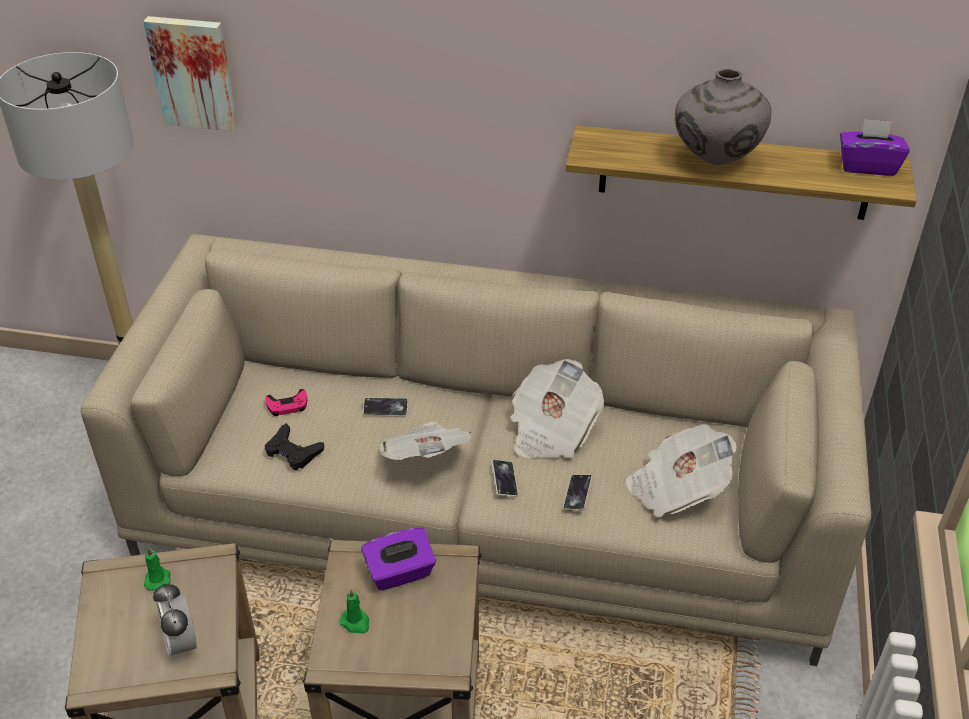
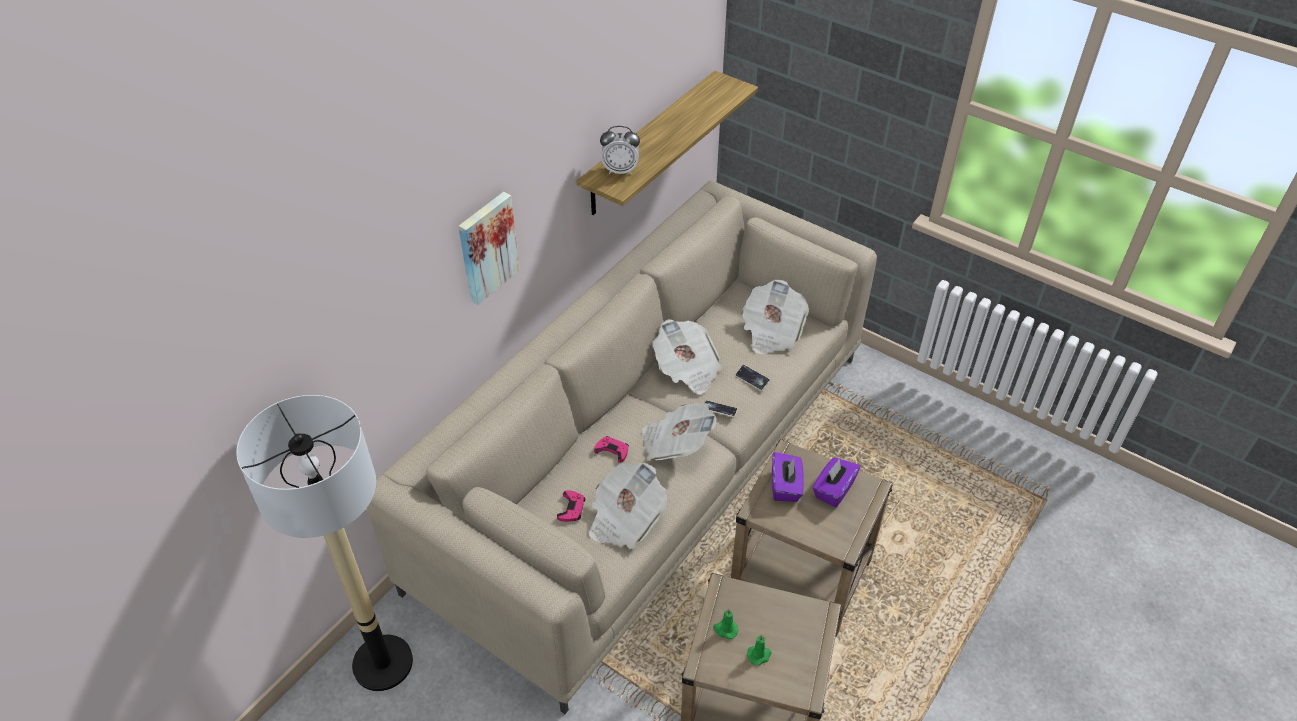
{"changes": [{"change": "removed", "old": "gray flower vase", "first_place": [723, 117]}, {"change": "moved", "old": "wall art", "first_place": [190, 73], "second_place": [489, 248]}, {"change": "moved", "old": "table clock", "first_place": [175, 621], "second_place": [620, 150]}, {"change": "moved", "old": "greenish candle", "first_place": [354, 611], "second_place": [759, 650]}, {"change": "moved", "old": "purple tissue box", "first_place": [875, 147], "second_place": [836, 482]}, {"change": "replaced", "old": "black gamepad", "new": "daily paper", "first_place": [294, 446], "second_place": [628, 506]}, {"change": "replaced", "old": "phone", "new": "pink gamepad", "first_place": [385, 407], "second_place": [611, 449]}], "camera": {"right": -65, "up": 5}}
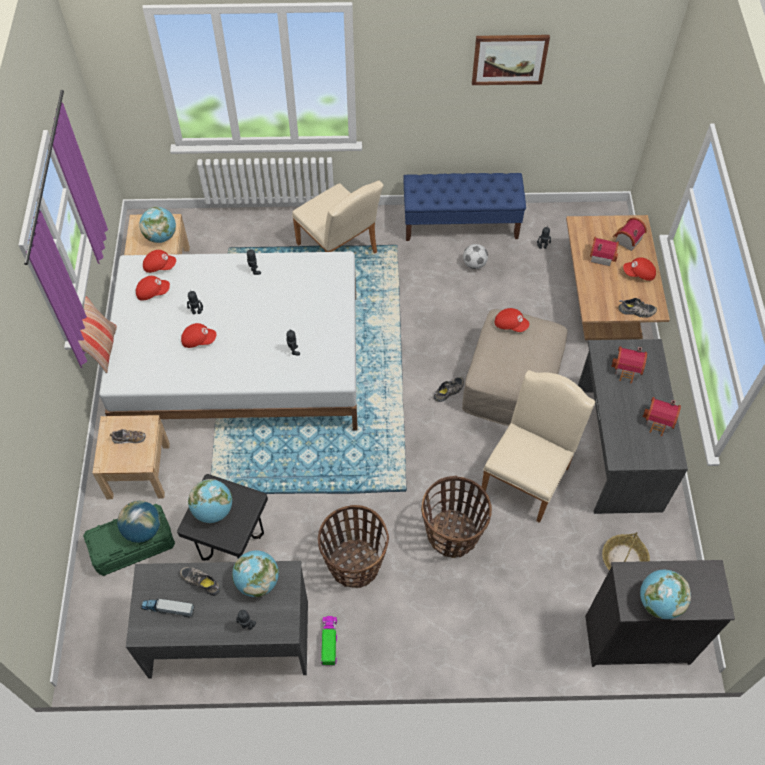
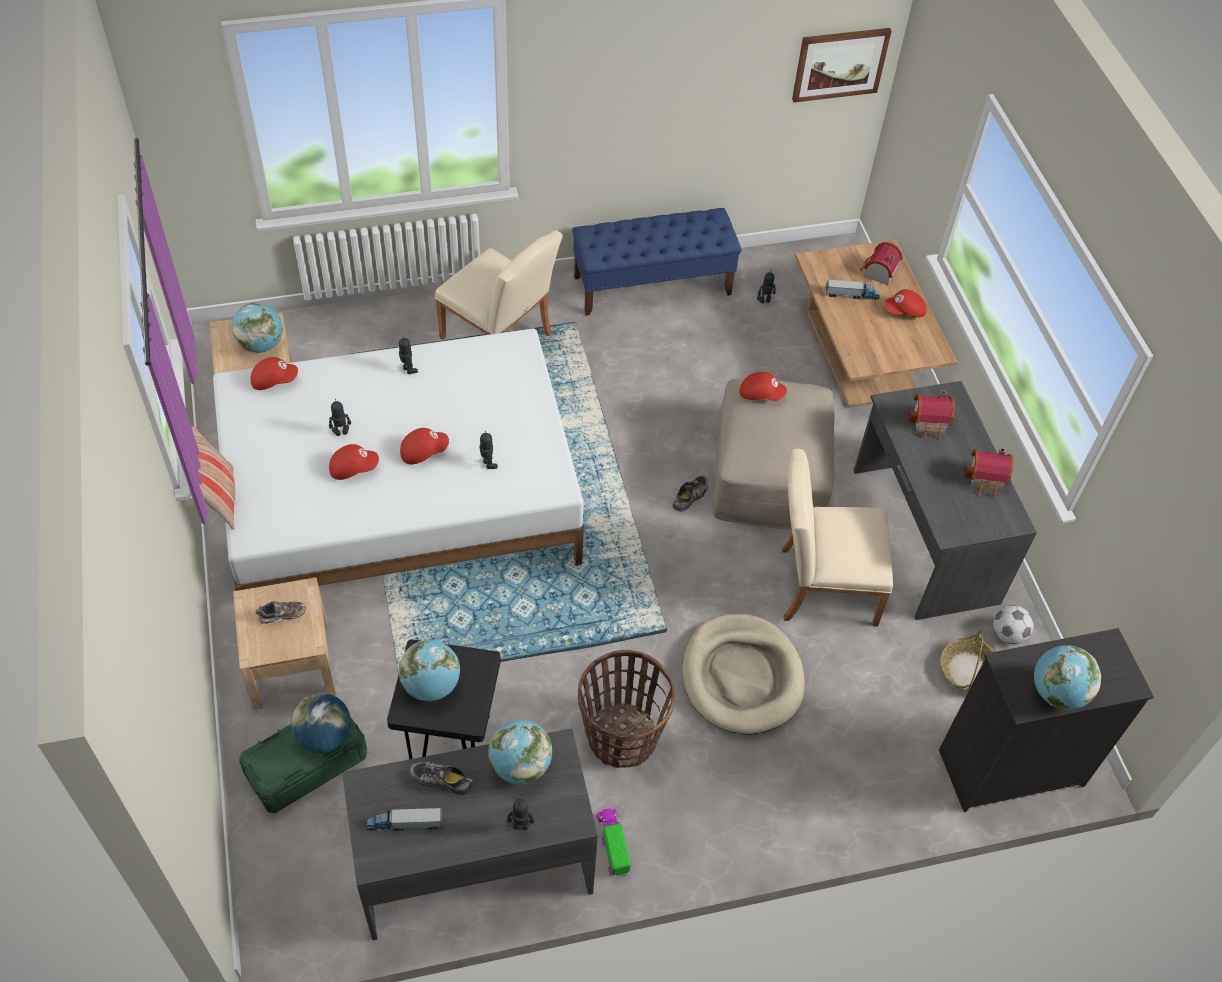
{"changes": [{"change": "removed", "old": "shoe", "first_place": [637, 308]}, {"change": "moved", "old": "reddish cap", "first_place": [153, 288], "second_place": [424, 446]}, {"change": "moved", "old": "football", "first_place": [475, 256], "second_place": [1013, 624]}, {"change": "moved", "old": "wall art", "first_place": [511, 60], "second_place": [842, 65]}, {"change": "replaced", "old": "storage basket", "new": "beige-coloured pet bed", "first_place": [456, 517], "second_place": [743, 674]}, {"change": "replaced", "old": "model house", "new": "toy lorry", "first_place": [604, 251], "second_place": [853, 289]}, {"change": "turned", "old": "beige-coloured upright chair", "first_place": [538, 446], "second_place": [837, 538], "degrees": -105}], "camera": {"right": -15, "up": -5}}
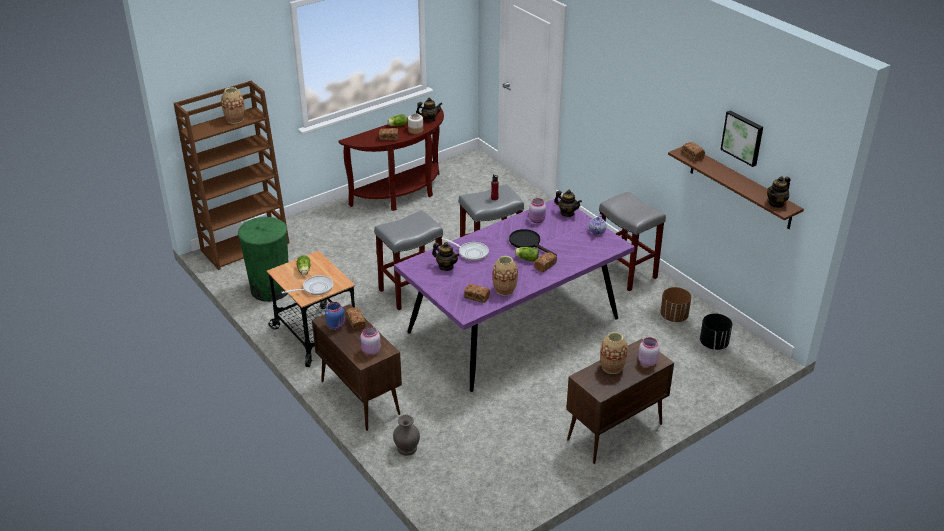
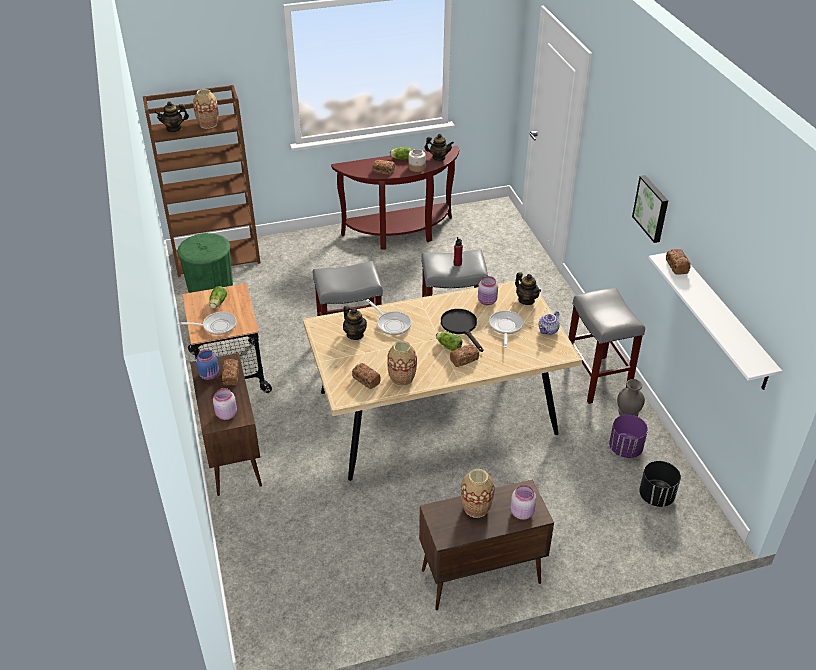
{"changes": [{"change": "added", "new": "skillet", "second_place": [506, 329]}, {"change": "moved", "old": "gray flower vase", "first_place": [406, 435], "second_place": [631, 397]}, {"change": "moved", "old": "wall art", "first_place": [741, 138], "second_place": [650, 209]}, {"change": "moved", "old": "teapot", "first_place": [779, 192], "second_place": [172, 116]}, {"change": "recoloured", "old": "purple dinner table", "new": "beige-coloured dinner table", "first_place": [514, 294], "second_place": [442, 380]}, {"change": "recoloured", "old": "brownish planter", "new": "purple planter", "first_place": [675, 304], "second_place": [628, 436]}, {"change": "recoloured", "old": "brownish shelf", "new": "white-coloured shelf", "first_place": [736, 188], "second_place": [715, 321]}], "camera": {"right": 20, "up": 5}}
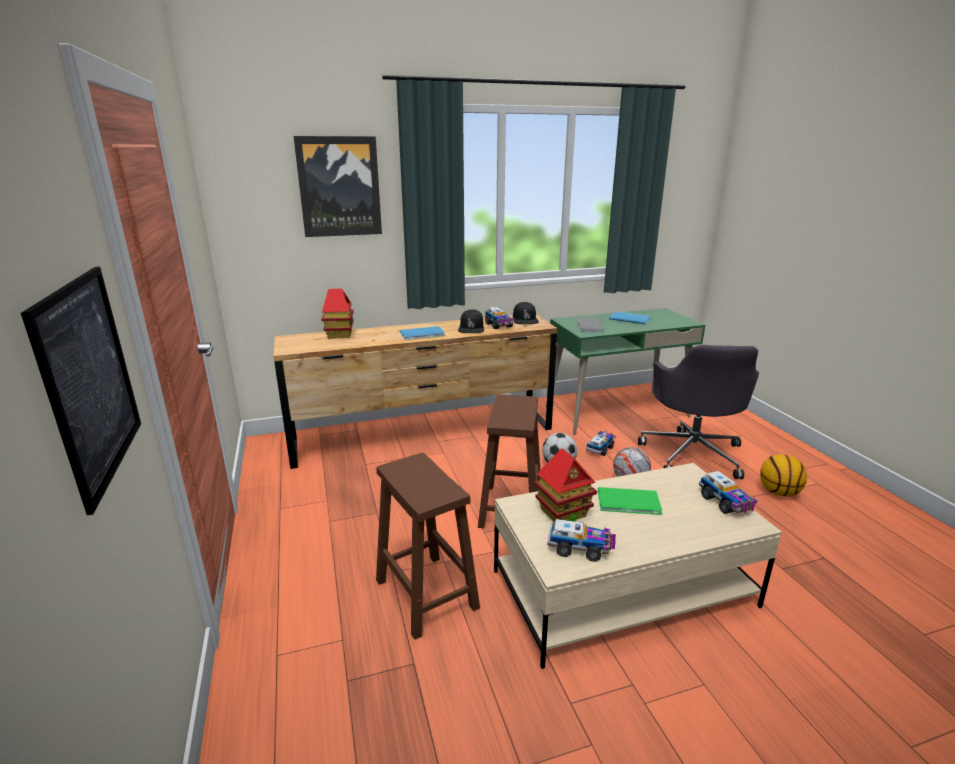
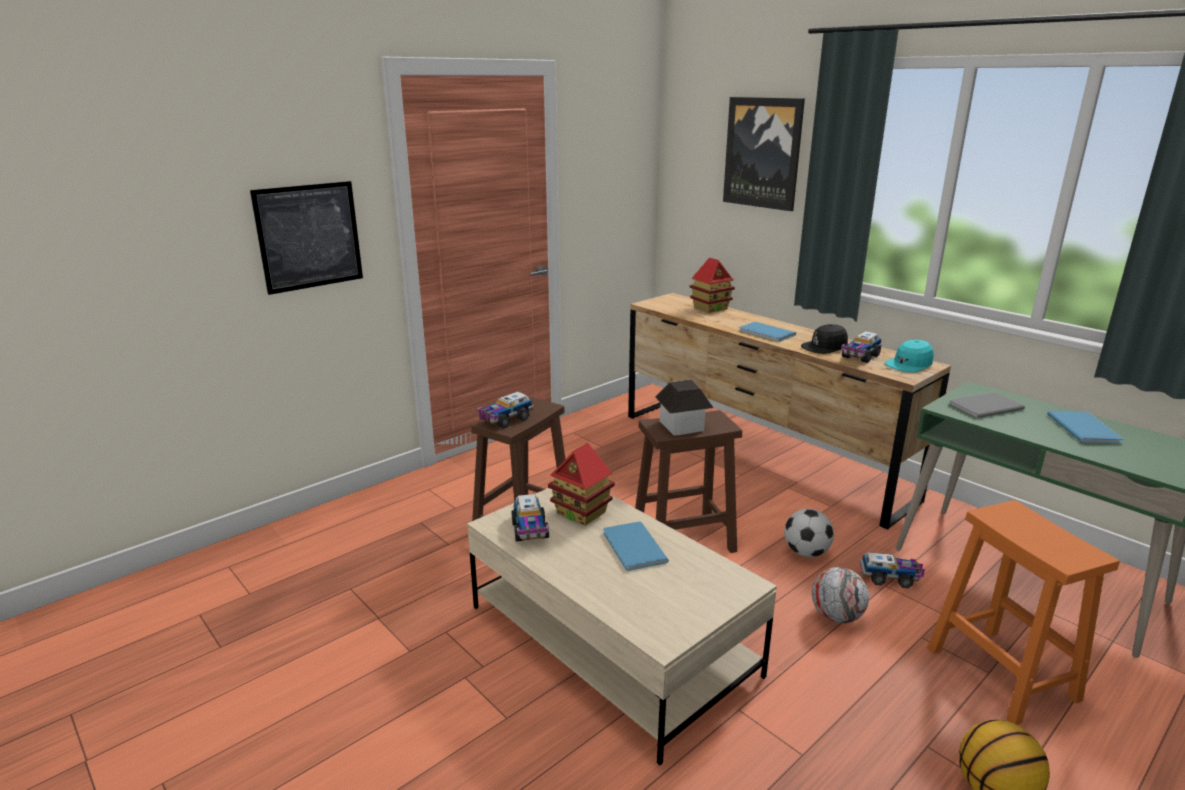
{"changes": [{"change": "added", "new": "model house", "second_place": [684, 407]}, {"change": "moved", "old": "toy lorry", "first_place": [728, 492], "second_place": [505, 410]}, {"change": "replaced", "old": "gray desk chair", "new": "orange-coloured sitting stool", "first_place": [698, 412], "second_place": [1023, 612]}, {"change": "recoloured", "old": "black cap", "new": "blue-green cap", "first_place": [526, 313], "second_place": [909, 356]}, {"change": "recoloured", "old": "greenish book", "new": "blue book", "first_place": [630, 501], "second_place": [636, 546]}], "camera": {"right": 65, "up": 0}}
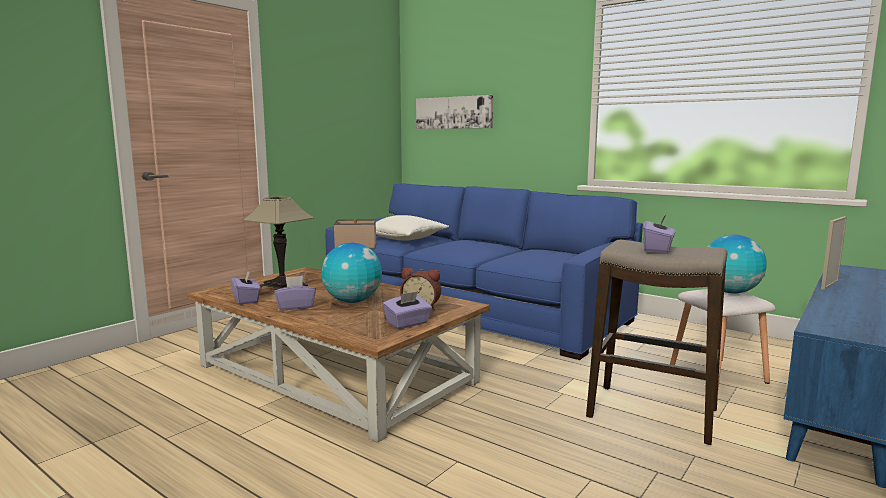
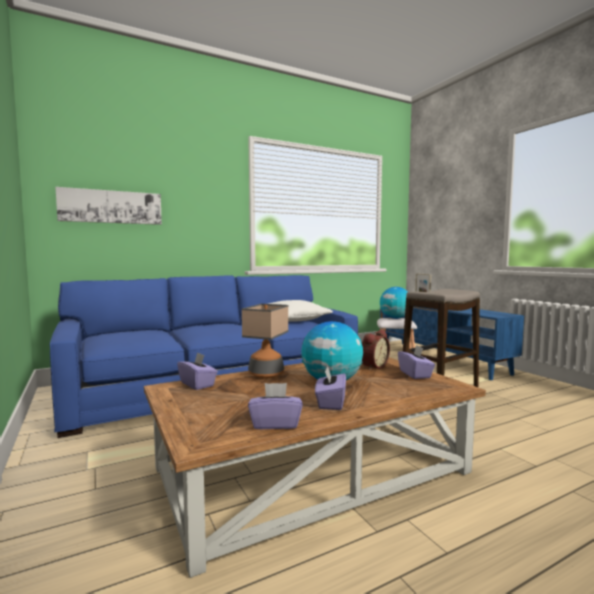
{"changes": [{"change": "removed", "old": "lamp for a table", "first_place": [278, 242]}, {"change": "moved", "old": "white-coloured throw pillow", "first_place": [412, 228], "second_place": [300, 311]}, {"change": "moved", "old": "purple tissue box", "first_place": [659, 234], "second_place": [197, 371]}], "camera": {"right": -65, "up": -5}}
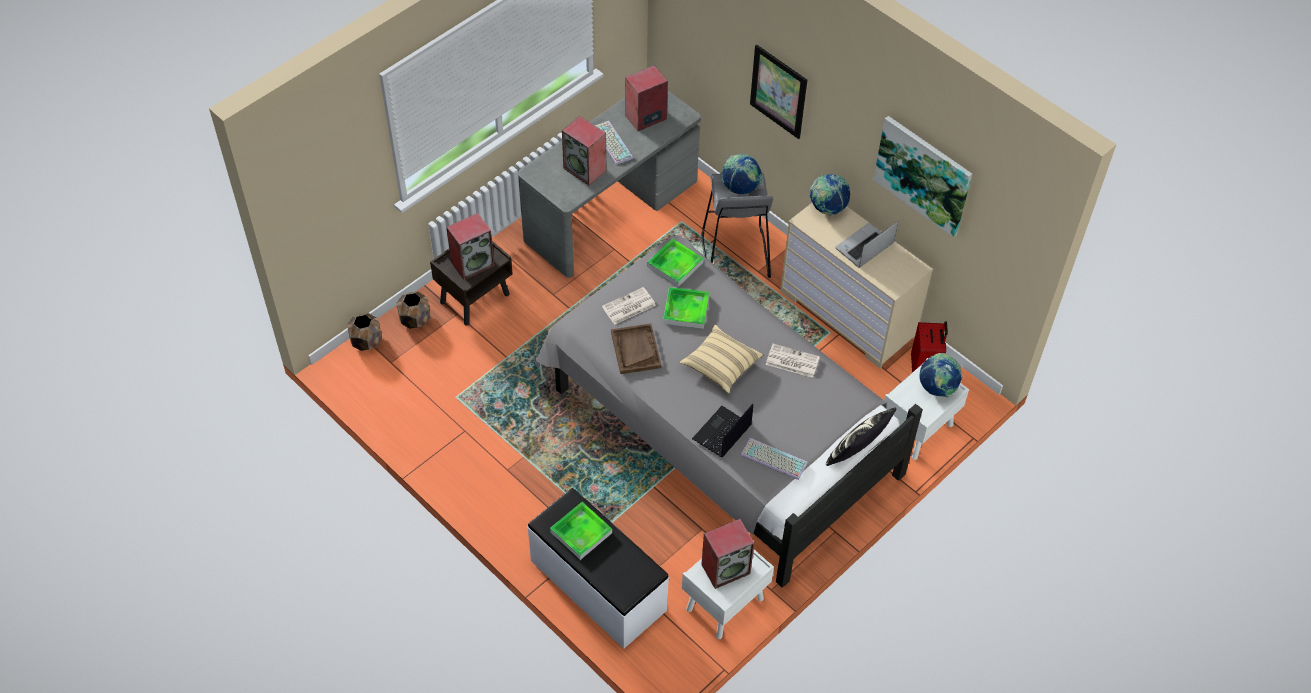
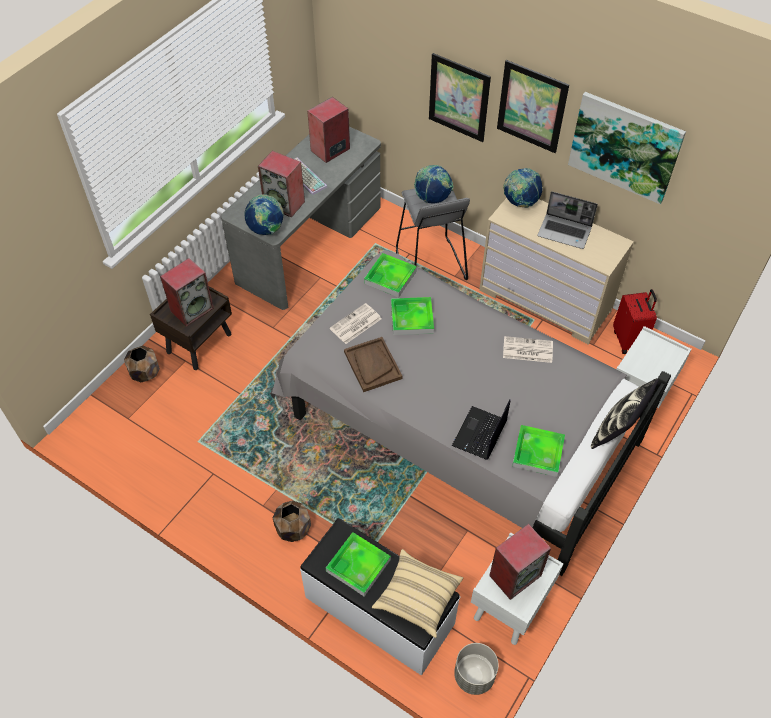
{"changes": [{"change": "added", "new": "gray planter", "second_place": [476, 669]}, {"change": "added", "new": "wall art", "second_place": [533, 106]}, {"change": "moved", "old": "brownish planter", "first_place": [364, 332], "second_place": [292, 521]}, {"change": "moved", "old": "beige-coloured throw pillow", "first_place": [721, 359], "second_place": [417, 593]}, {"change": "moved", "old": "globe", "first_place": [940, 375], "second_place": [264, 214]}, {"change": "replaced", "old": "computer keyboard", "new": "tray", "first_place": [774, 459], "second_place": [538, 451]}, {"change": "turned", "old": "notebook computer", "first_place": [866, 244], "second_place": [568, 220], "degrees": -105}], "camera": {"right": -10, "up": 0}}
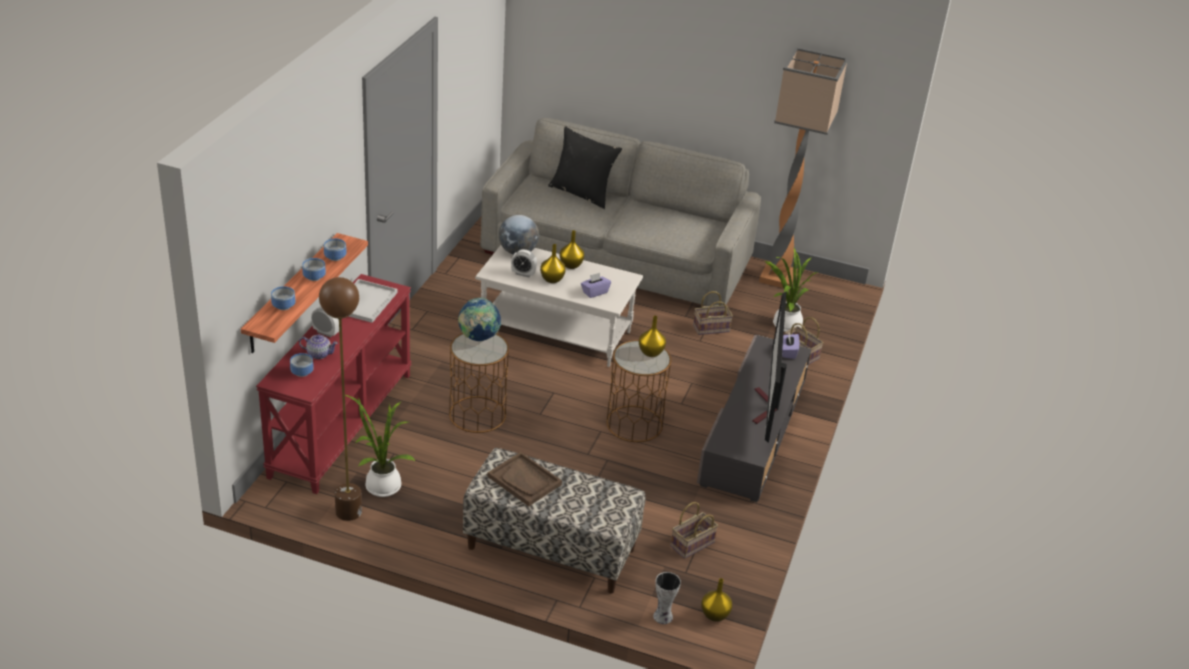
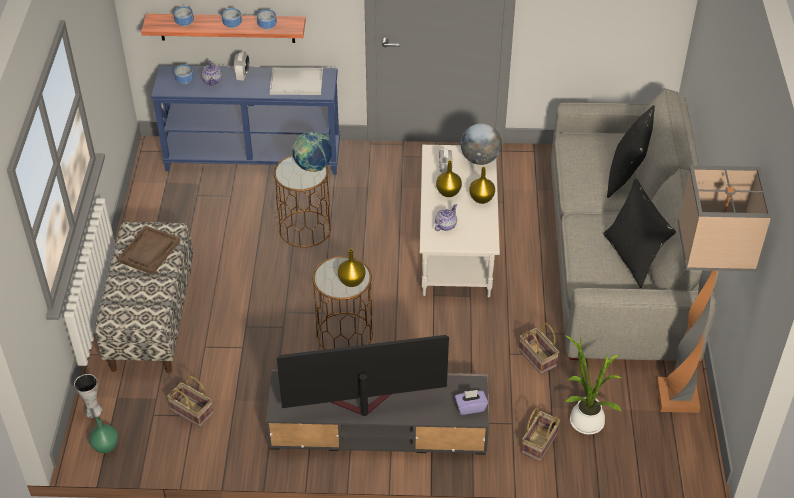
{"changes": [{"change": "removed", "old": "brownish floor lamp", "first_place": [340, 399]}, {"change": "removed", "old": "potted plant", "first_place": [380, 446]}, {"change": "added", "new": "black throw pillow", "second_place": [639, 233]}, {"change": "replaced", "old": "purple tissue box", "new": "teapot", "first_place": [596, 285], "second_place": [446, 217]}, {"change": "recoloured", "old": "reddish console table", "new": "blue console table", "first_place": [334, 384], "second_place": [245, 120]}, {"change": "recoloured", "old": "yellow flower vase", "new": "greenish flower vase", "first_place": [716, 600], "second_place": [103, 435]}], "camera": {"right": 75, "up": 10}}
